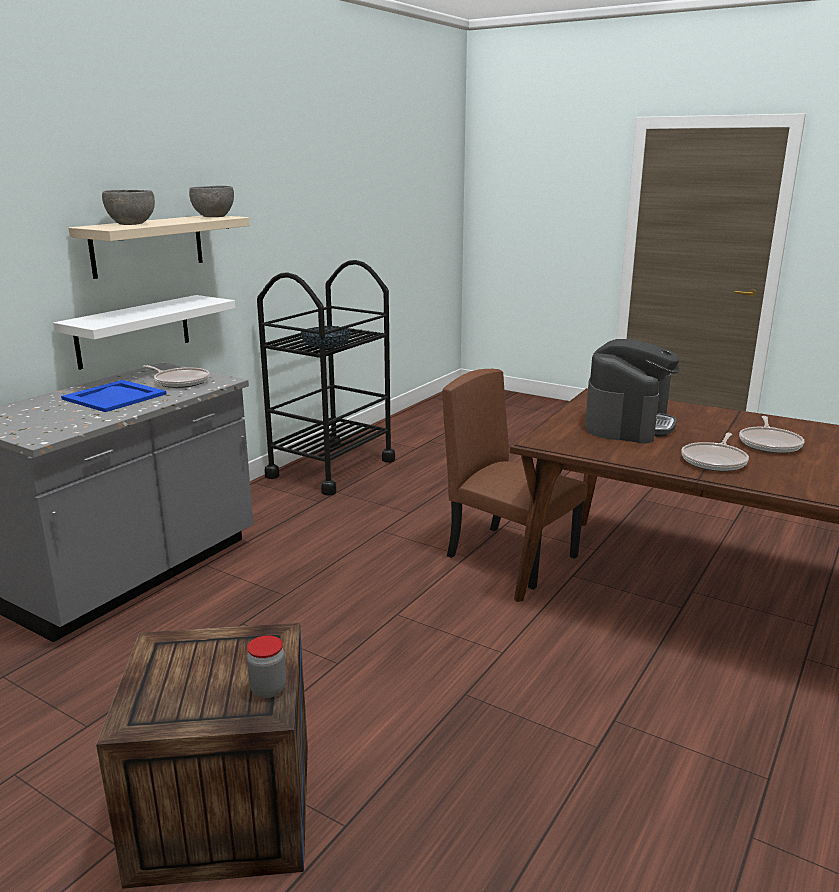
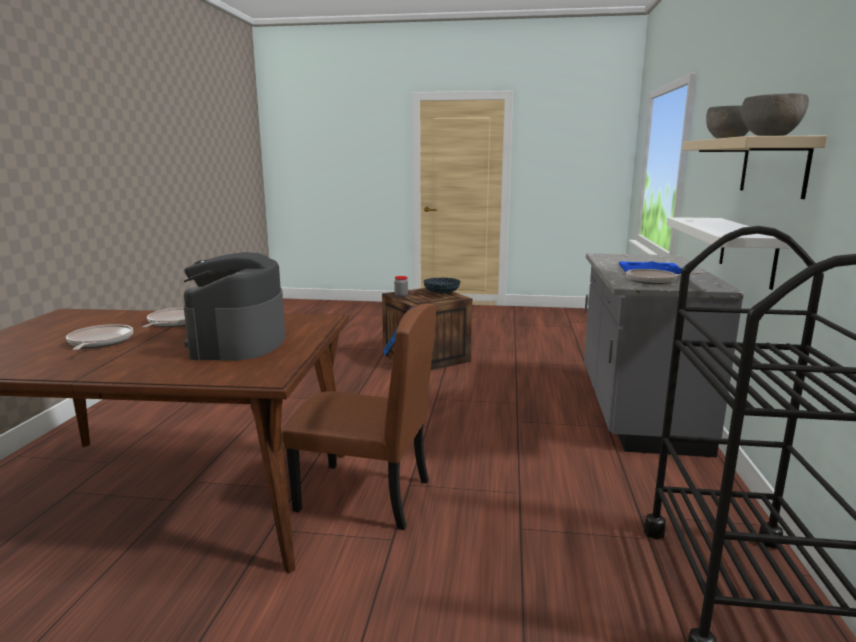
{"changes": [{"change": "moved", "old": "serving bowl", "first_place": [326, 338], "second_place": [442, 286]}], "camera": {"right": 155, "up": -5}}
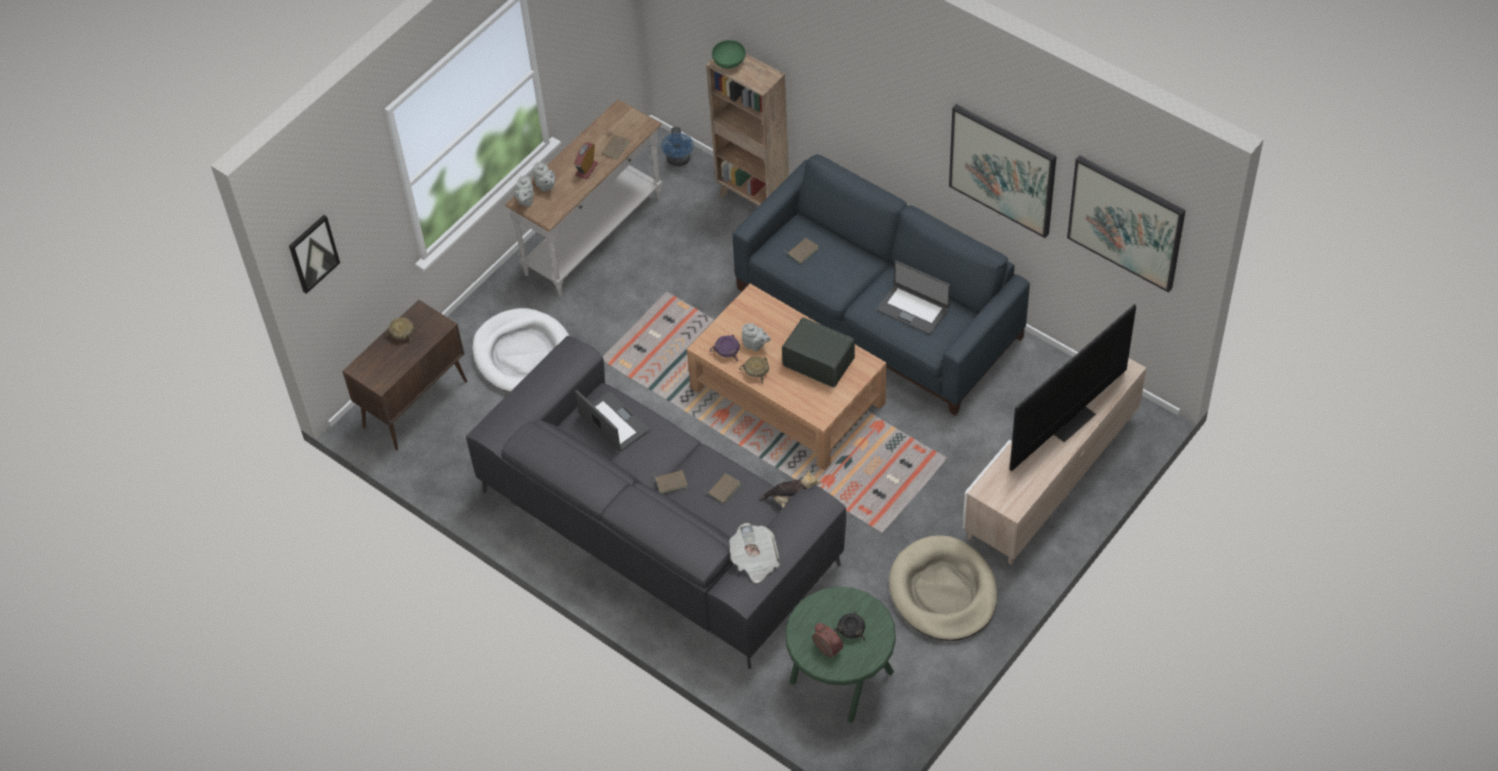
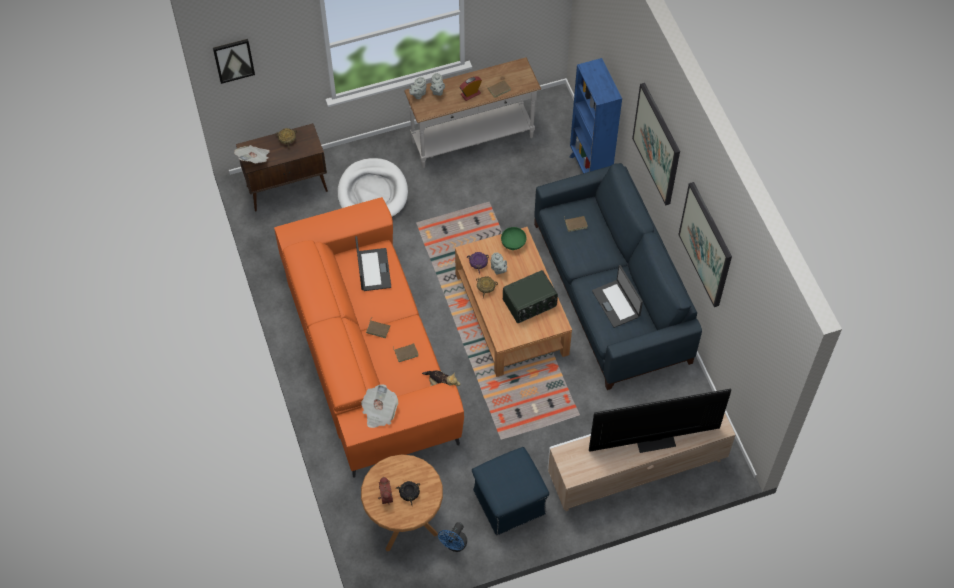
{"changes": [{"change": "added", "new": "daily paper", "second_place": [252, 154]}, {"change": "moved", "old": "blue electric fan", "first_place": [677, 146], "second_place": [452, 537]}, {"change": "moved", "old": "greenish serving bowl", "first_place": [729, 54], "second_place": [514, 238]}, {"change": "moved", "old": "wall art", "first_place": [1126, 224], "second_place": [656, 144]}, {"change": "replaced", "old": "beige-coloured pet bed", "new": "blue ottoman", "first_place": [943, 588], "second_place": [510, 491]}, {"change": "recoloured", "old": "gray sofa", "new": "orange-coloured sofa", "first_place": [656, 502], "second_place": [369, 337]}, {"change": "recoloured", "old": "brownish bookcase", "new": "blue bookcase", "first_place": [747, 130], "second_place": [596, 115]}, {"change": "recoloured", "old": "greenish accent table", "new": "brownish accent table", "first_place": [840, 655], "second_place": [402, 502]}, {"change": "turned", "old": "radio set", "first_place": [818, 352], "second_place": [530, 296], "degrees": 90}], "camera": {"right": 30, "up": 5}}
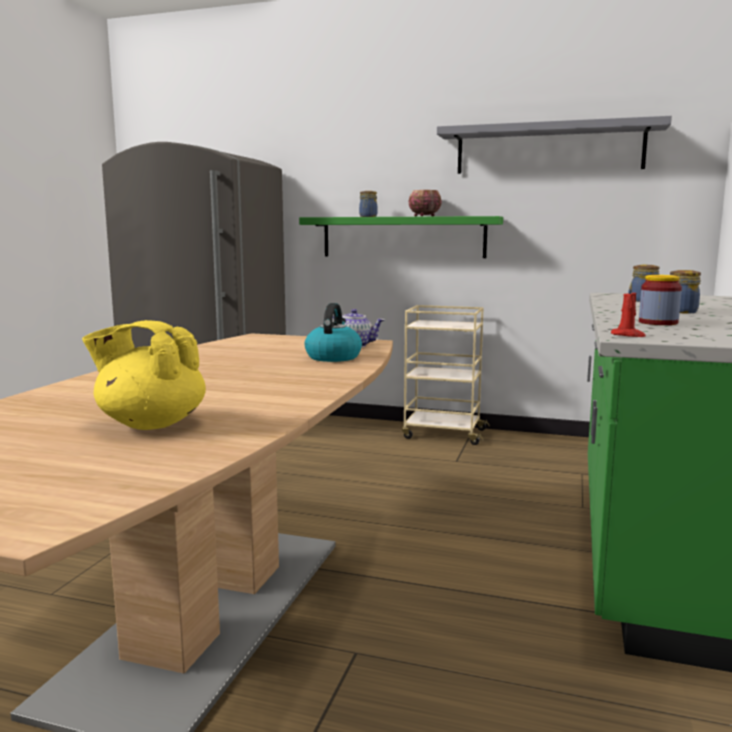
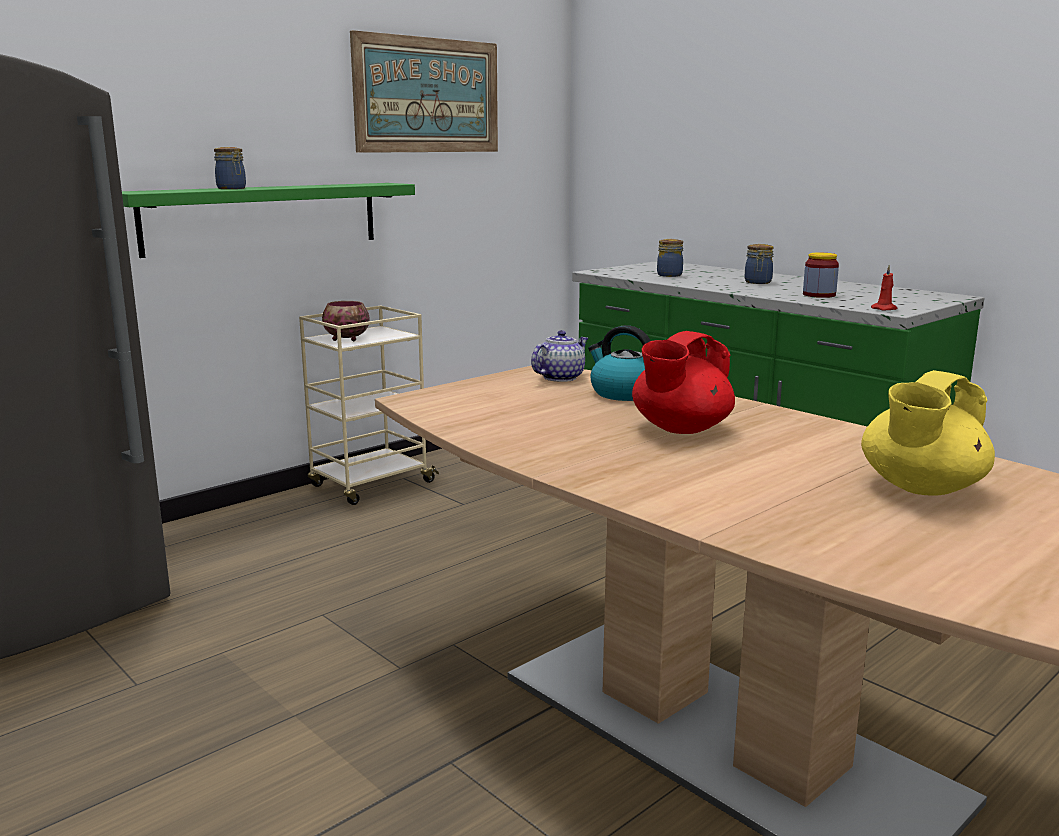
{"changes": [{"change": "added", "new": "reddish teapot", "second_place": [683, 382]}, {"change": "moved", "old": "serving bowl", "first_place": [425, 203], "second_place": [346, 321]}, {"change": "replaced", "old": "gray shelf", "new": "wall art", "first_place": [554, 145], "second_place": [424, 91]}], "camera": {"right": -60, "up": 5}}
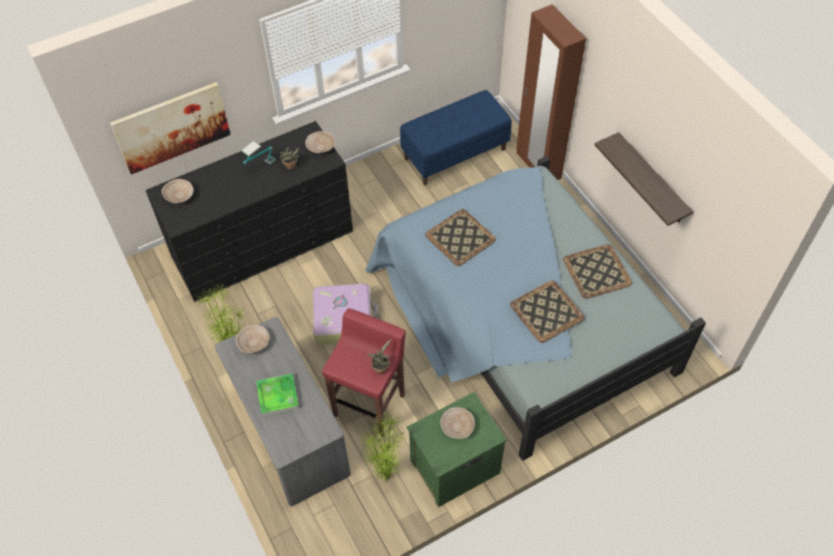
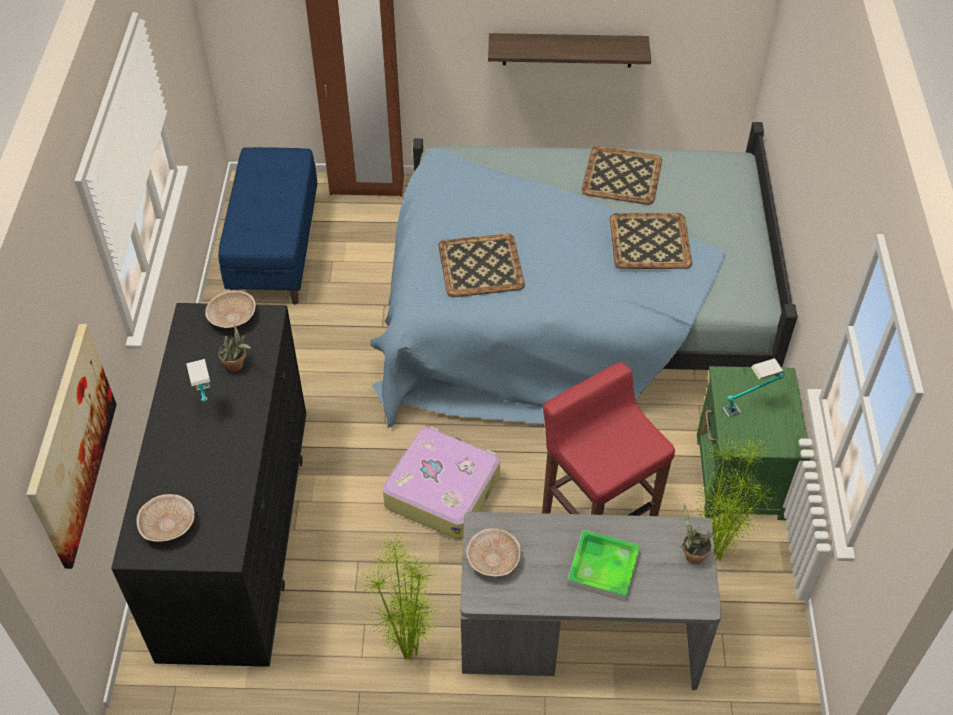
{"changes": [{"change": "moved", "old": "potted plant", "first_place": [378, 356], "second_place": [696, 533]}, {"change": "replaced", "old": "beige-coloured serving bowl", "new": "lamp for a table", "first_place": [457, 423], "second_place": [753, 387]}], "camera": {"right": -60, "up": -5}}
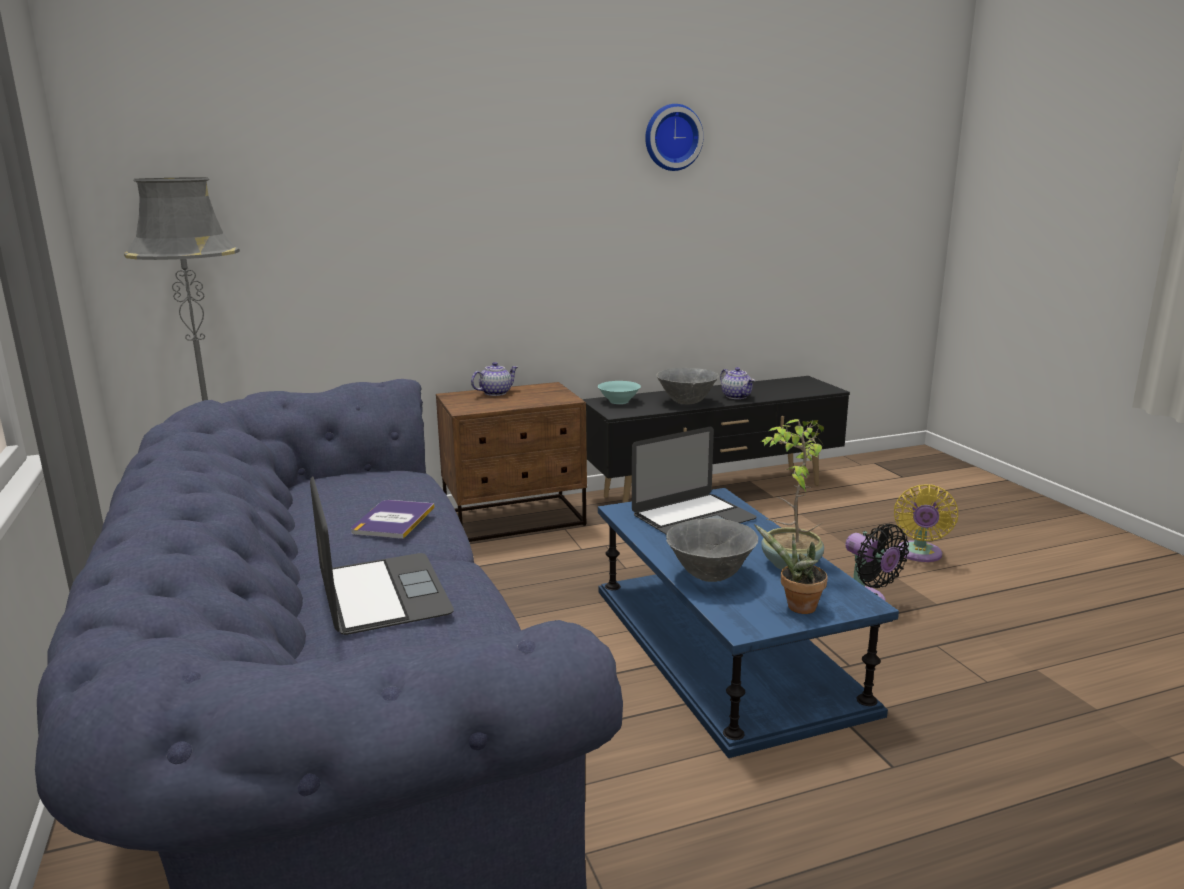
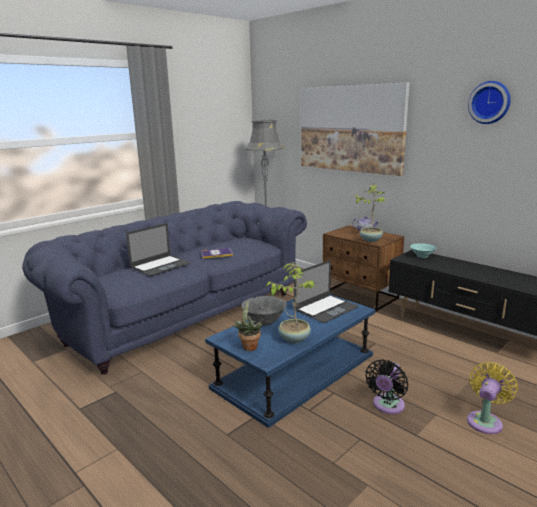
{"changes": [{"change": "removed", "old": "gray serving bowl", "first_place": [687, 386]}, {"change": "removed", "old": "teapot", "first_place": [737, 383]}, {"change": "added", "new": "wall art", "second_place": [355, 129]}, {"change": "added", "new": "potted plant", "second_place": [370, 212]}, {"change": "turned", "old": "notebook computer", "first_place": [694, 481], "second_place": [326, 291], "degrees": -75}, {"change": "turned", "old": "yellow electric fan", "first_place": [926, 523], "second_place": [492, 398], "degrees": 135}], "camera": {"right": 65, "up": 0}}
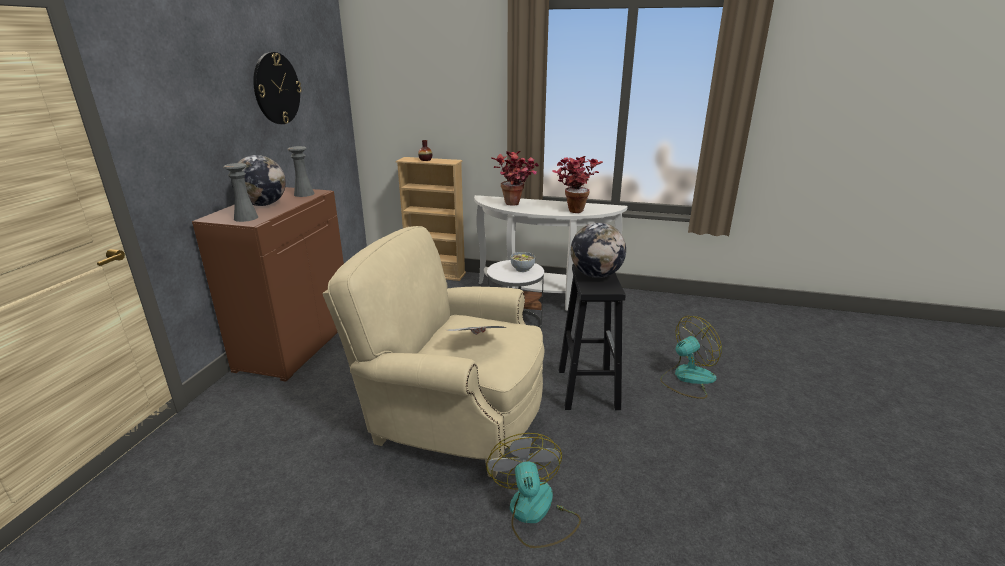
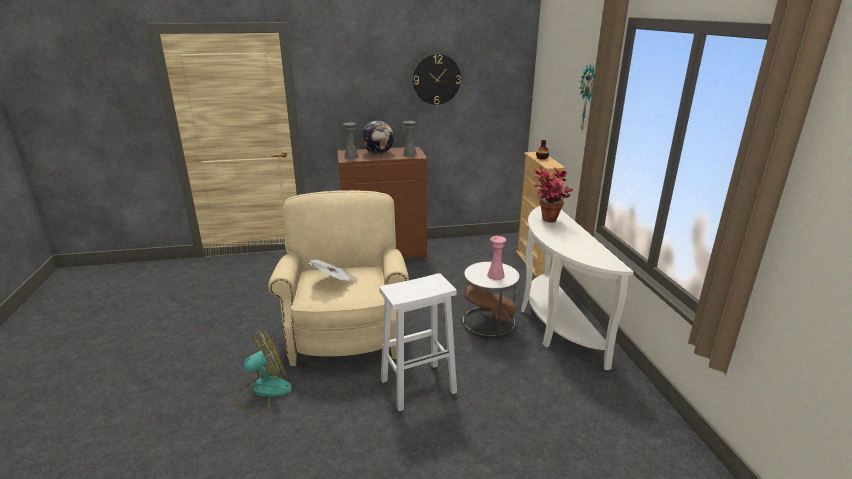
{"changes": [{"change": "removed", "old": "potted plant", "first_place": [577, 184]}, {"change": "removed", "old": "globe", "first_place": [598, 250]}, {"change": "removed", "old": "electric fan", "first_place": [691, 357]}, {"change": "added", "new": "hanging clock", "second_place": [587, 97]}, {"change": "replaced", "old": "serving bowl", "new": "pink flower vase", "first_place": [522, 262], "second_place": [496, 258]}, {"change": "recoloured", "old": "black sitting stool", "new": "white-coloured sitting stool", "first_place": [592, 337], "second_place": [418, 342]}], "camera": {"right": 65, "up": 0}}
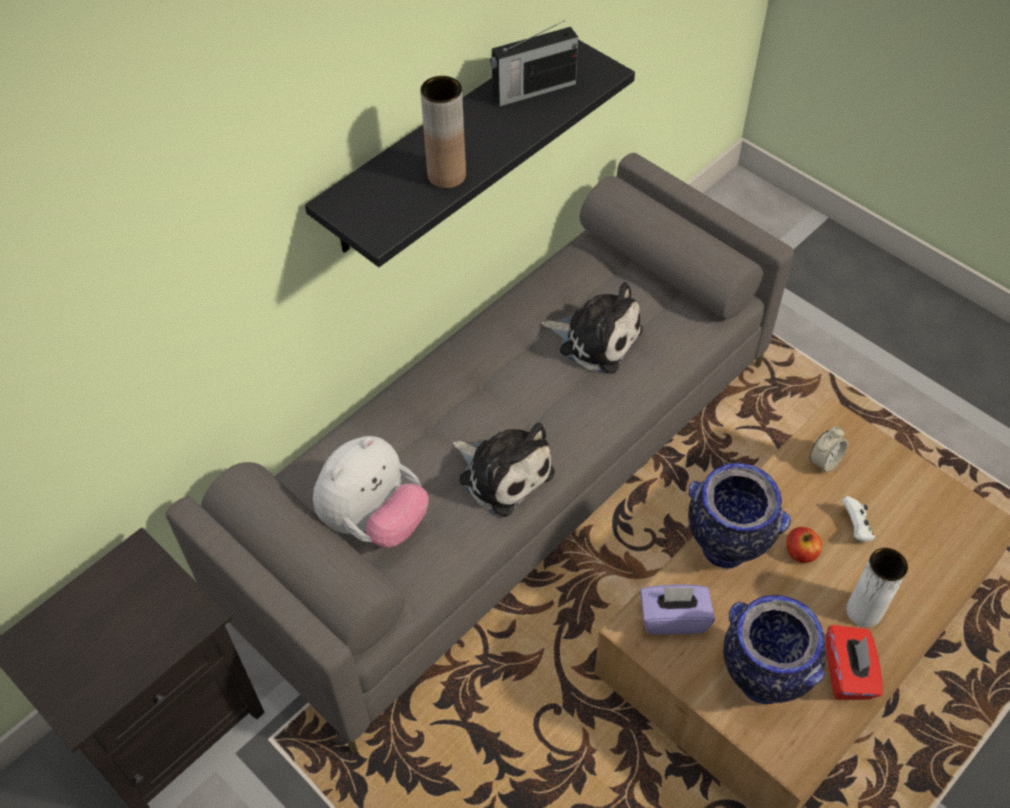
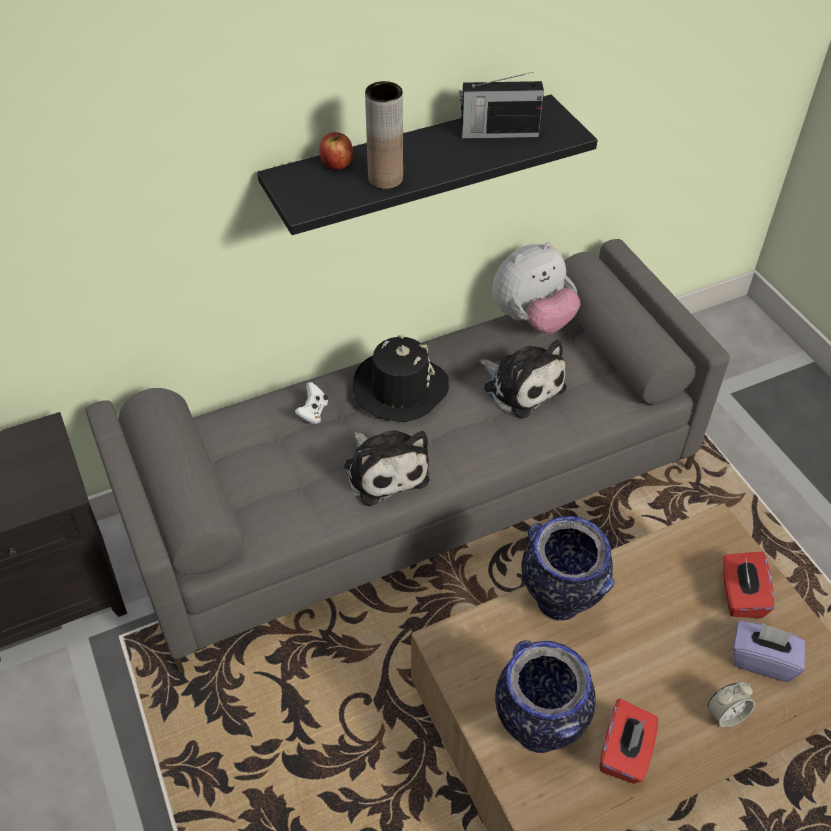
{"changes": [{"change": "removed", "old": "white-coloured flower vase", "first_place": [877, 588]}, {"change": "added", "new": "black hat", "second_place": [401, 378]}, {"change": "added", "new": "reddish tissue box", "second_place": [748, 585]}, {"change": "moved", "old": "plush toy", "first_place": [371, 492], "second_place": [536, 288]}, {"change": "moved", "old": "purple tissue box", "first_place": [677, 609], "second_place": [769, 651]}, {"change": "moved", "old": "whole apple", "first_place": [804, 545], "second_place": [336, 151]}, {"change": "moved", "old": "table clock", "first_place": [829, 450], "second_place": [731, 704]}, {"change": "moved", "old": "white-coloured gamepad", "first_place": [858, 519], "second_place": [311, 403]}], "camera": {"right": 20, "up": -5}}
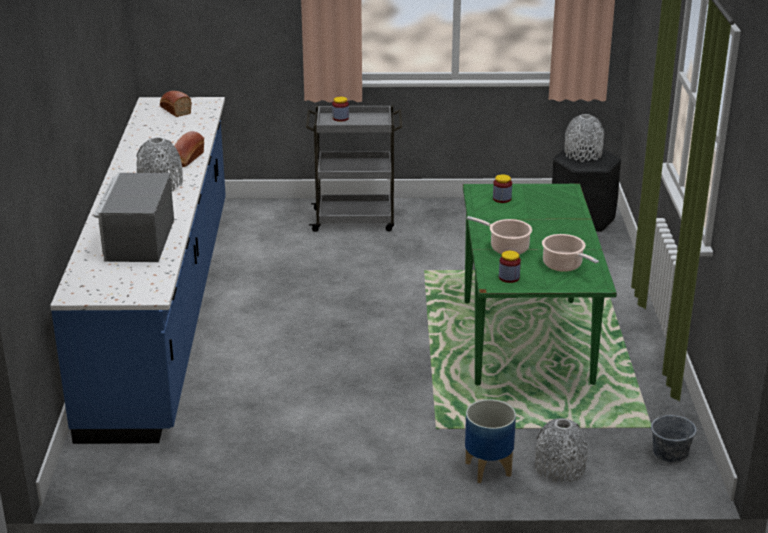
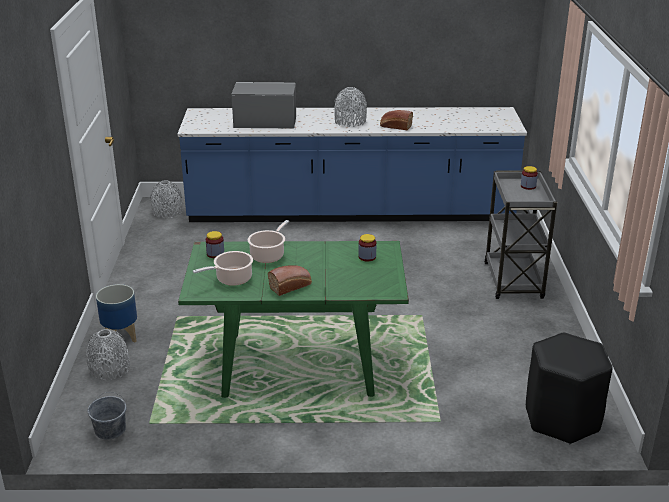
{"changes": [{"change": "moved", "old": "bakery bread", "first_place": [176, 104], "second_place": [290, 280]}, {"change": "moved", "old": "gray flower vase", "first_place": [585, 138], "second_place": [166, 199]}], "camera": {"right": 90, "up": 0}}
